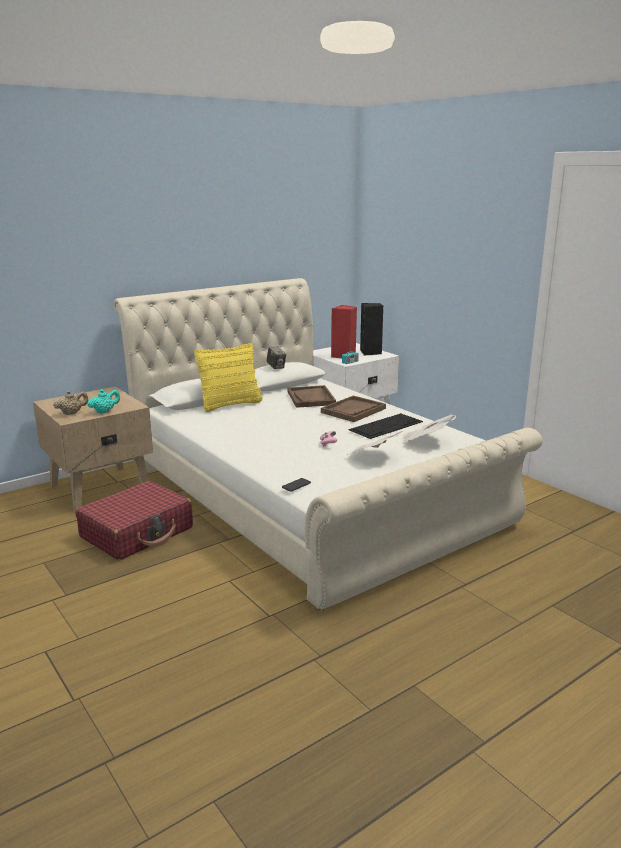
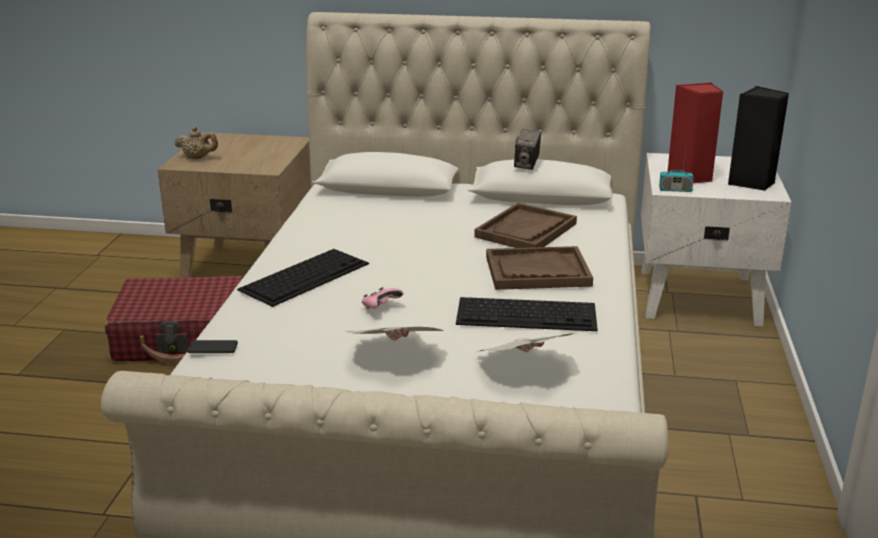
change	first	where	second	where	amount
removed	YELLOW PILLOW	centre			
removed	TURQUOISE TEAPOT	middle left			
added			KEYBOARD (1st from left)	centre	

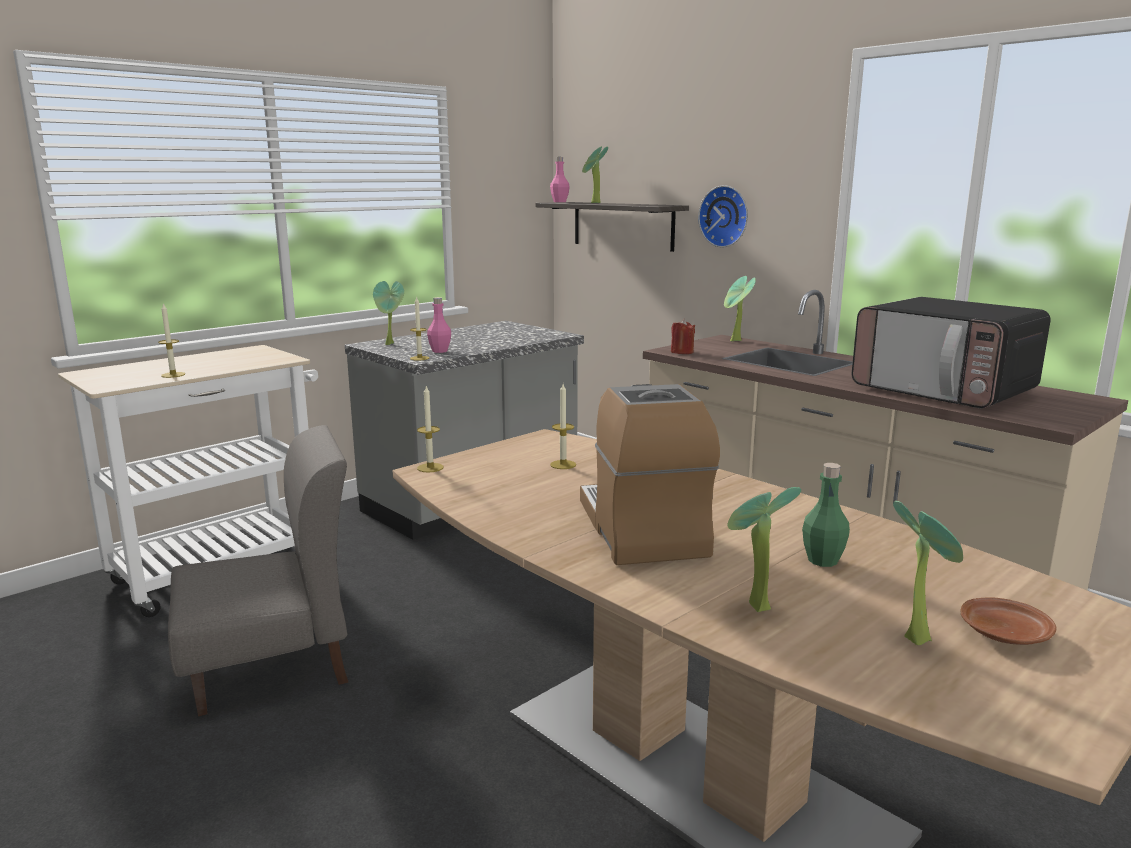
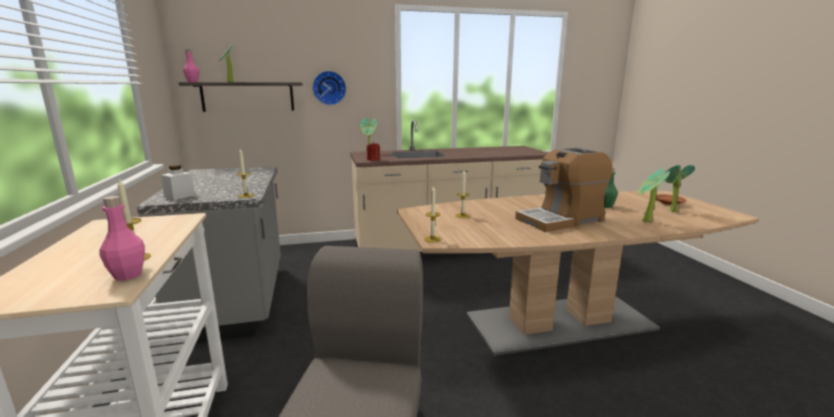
change	first	where	second	where	amount
replaced	POTTED PLANT (1st from left)	centre	WHITE JAR	middle left	
moved	PINK BOTTLE (1st from left)	centre		middle left	
removed	MICROWAVE	middle right			
turned	COFFEE MACHINE	centre		middle right	45 degrees counterclockwise

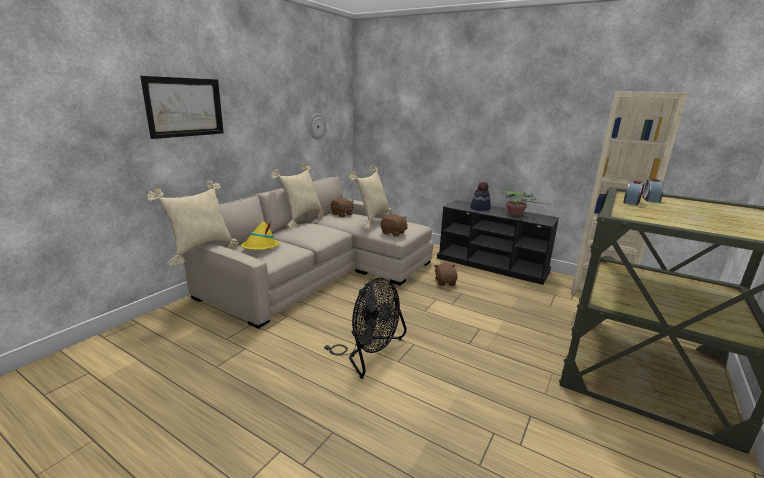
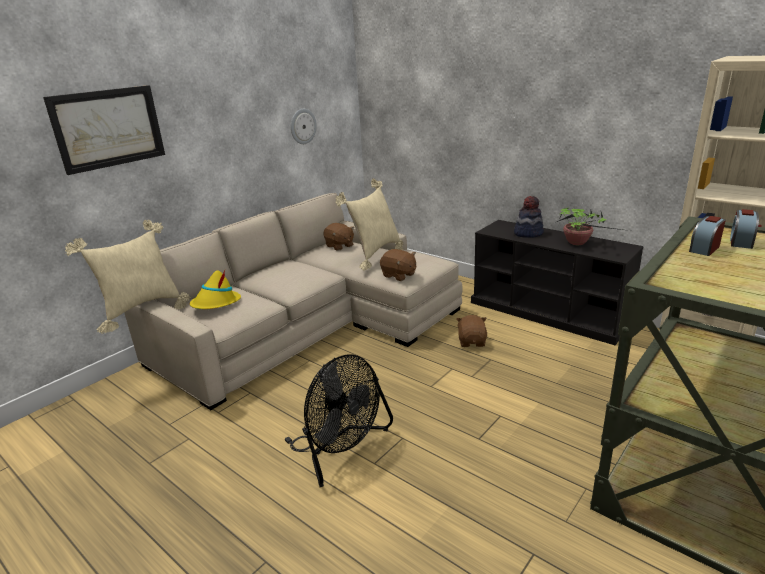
change	first	where	second	where	amount
removed	BEIGE PILLOW (2nd from left)	centre			

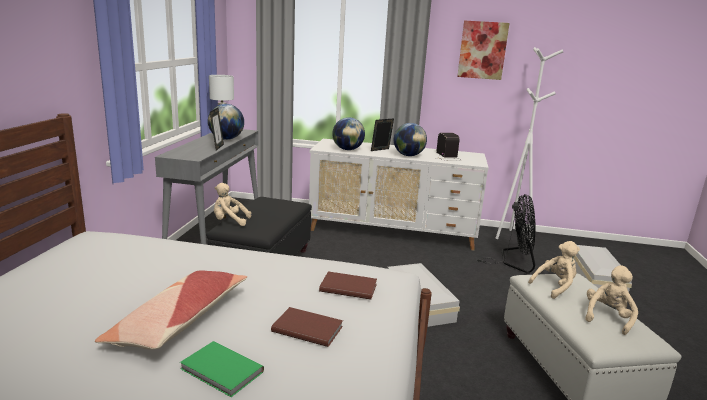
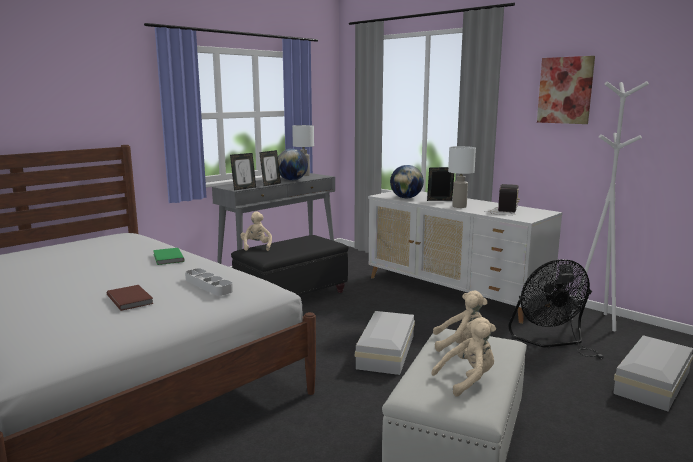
change	first	where	second	where	amount
replaced	GLOBE (3rd from left)	centre	WHITE TABLE LAMP (2nd from left)	middle right	
turned	BEIGE PLUSH TOY (1st from left)	middle left		centre	45 degrees clockwise
turned	BLACK FAN	middle right		bottom right	150 degrees counterclockwise
removed	PILLOW	bottom left			
replaced	BROWN BOOK (2nd from left)	bottom centre	GREY TRAY	middle left	
moved	GREEN BOOK	bottom left		middle left	
added			PICTURE FRAME (1st from left)	centre	

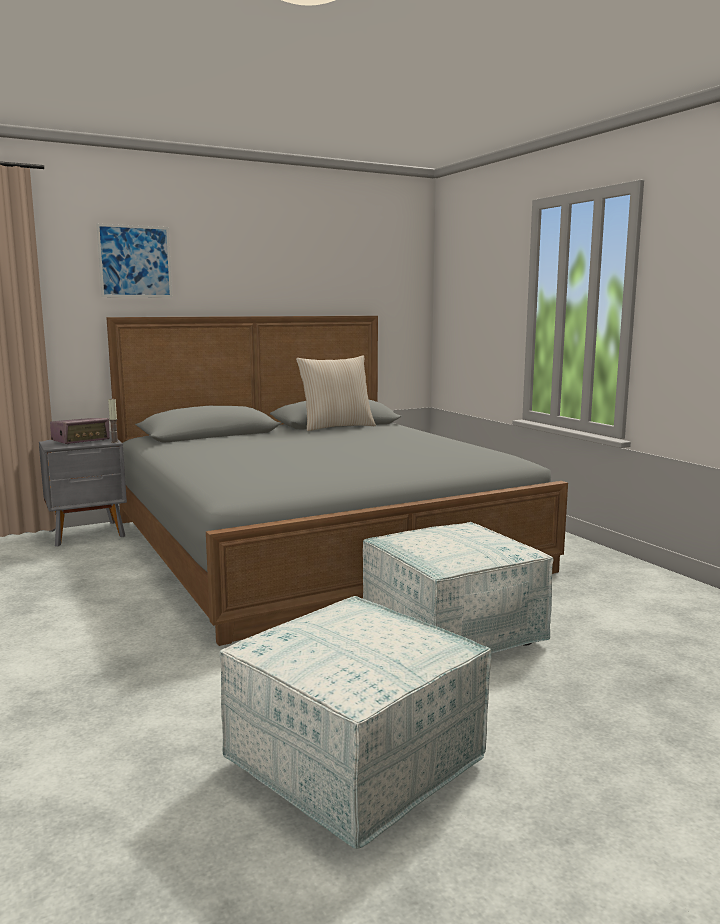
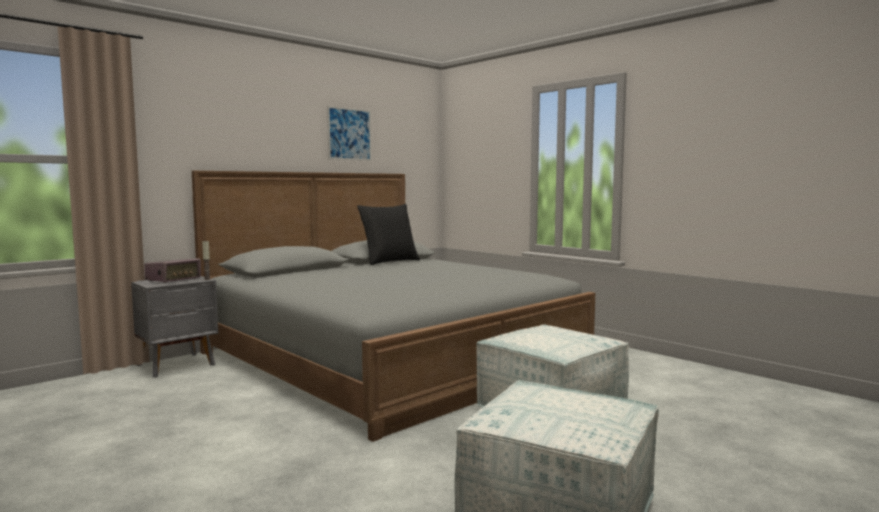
change	first	where	second	where	amount
moved	PICTURE	top left		top centre	
recoloured	BEIGE PILLOW	centre	BLACK PILLOW	centre	

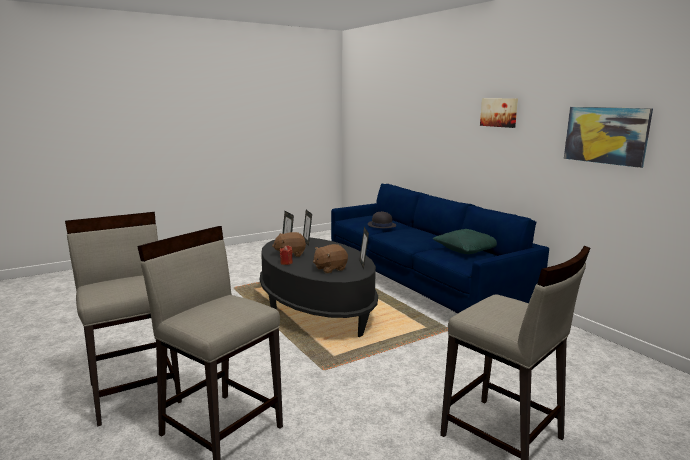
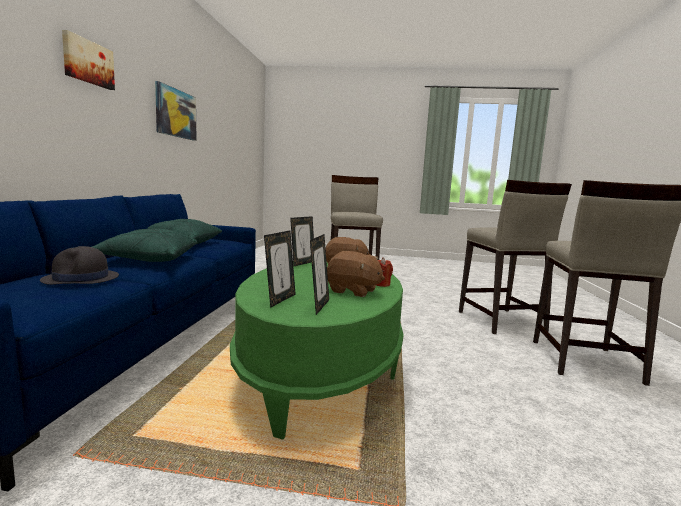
change	first	where	second	where	amount
recoloured	BLACK COFFEE TABLE	centre	GREEN COFFEE TABLE	bottom centre	
added			GREEN PILLOW (1st from left)	middle left	

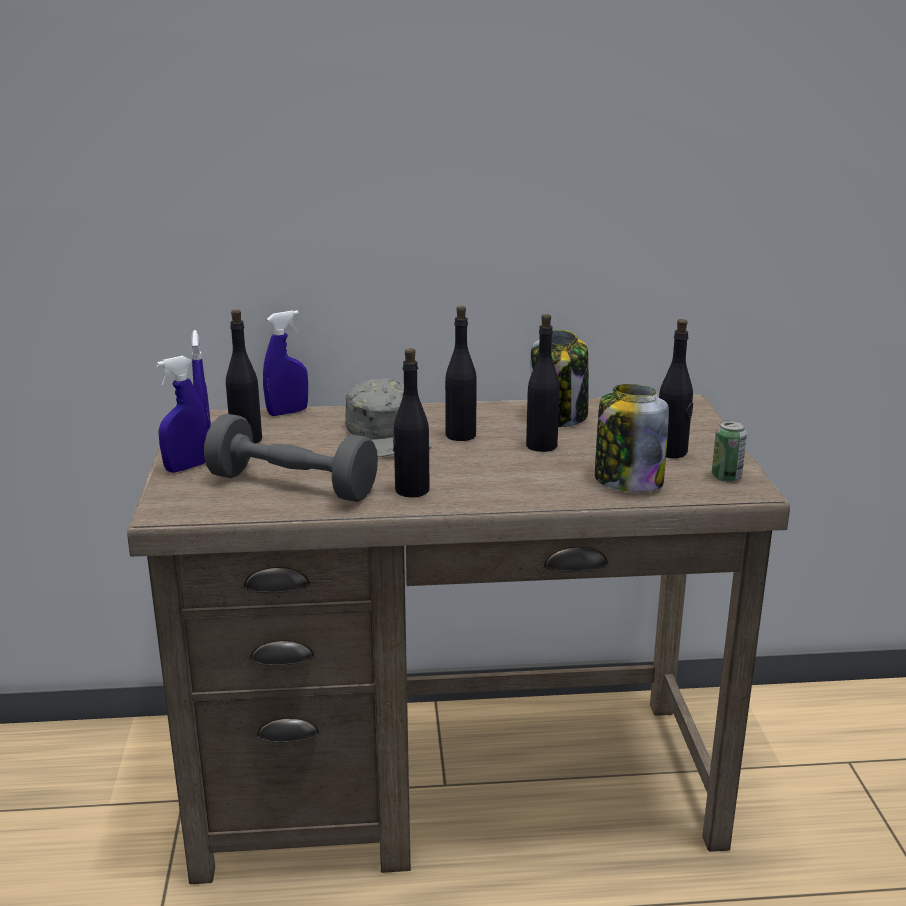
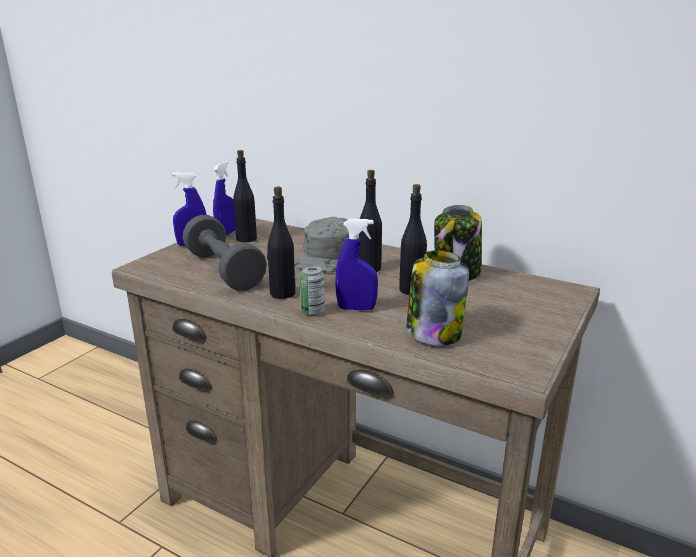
change	first	where	second	where	amount
moved	BLUE SPRAY BOTTLE (3rd from left)	middle left		centre	
removed	BLACK BOTTLE (5th from left)	middle right			
moved	CAN	middle right		centre	

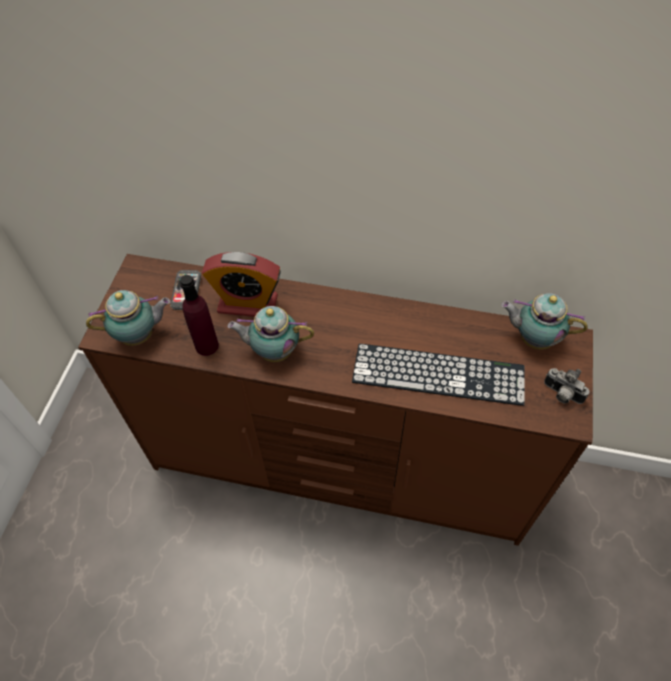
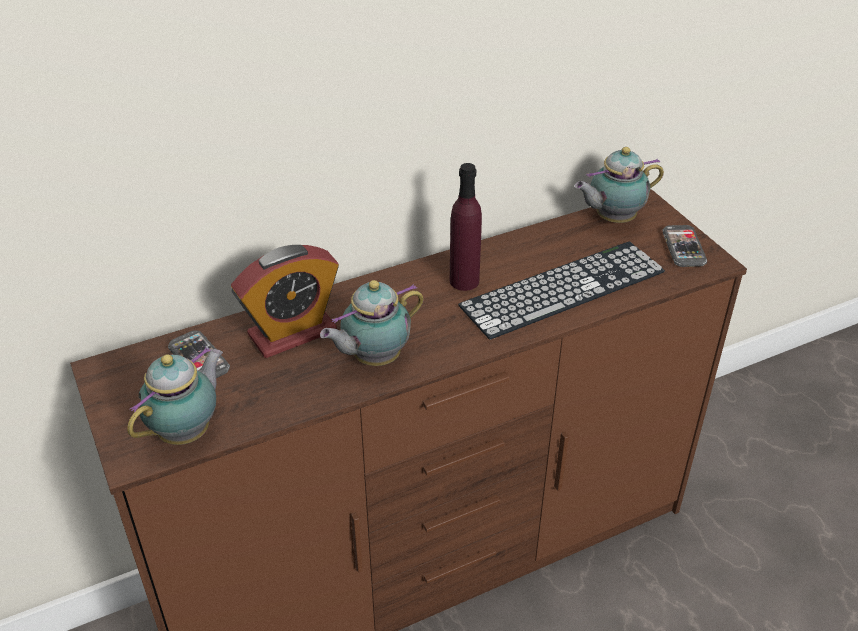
change	first	where	second	where	amount
moved	PURPLE BOTTLE	middle left		centre	
replaced	PHOTO CAMERA	middle right	PHONE (2nd from left)	middle right	

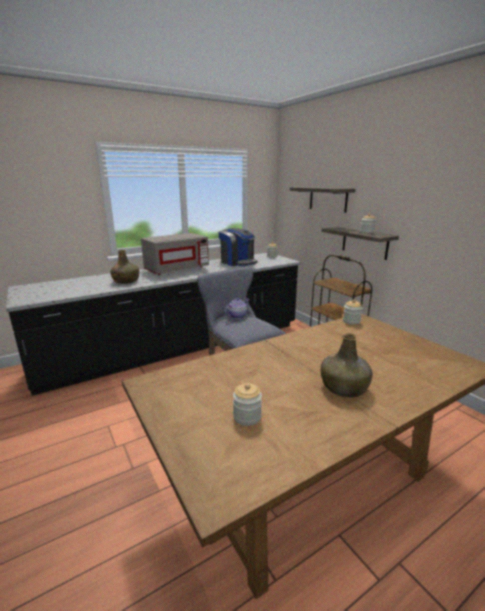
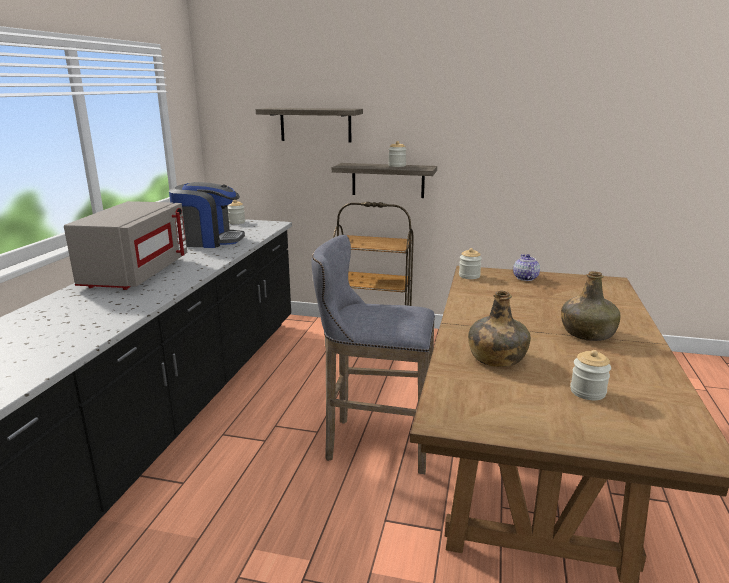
change	first	where	second	where	amount
moved	GREEN BOTTLE (1st from left)	middle left		middle right	
moved	TEAPOT	centre		middle right	

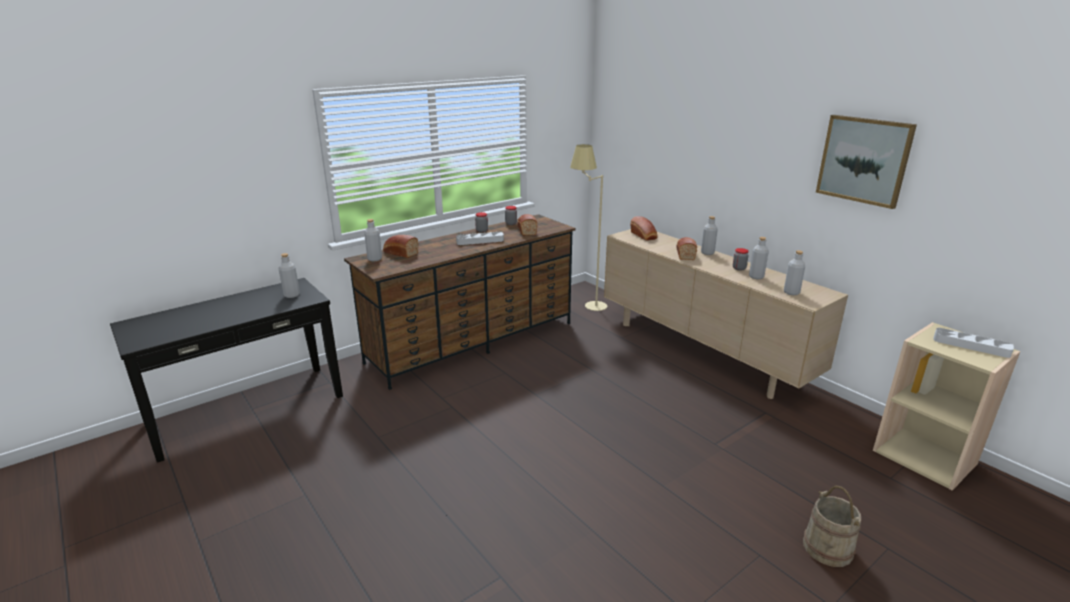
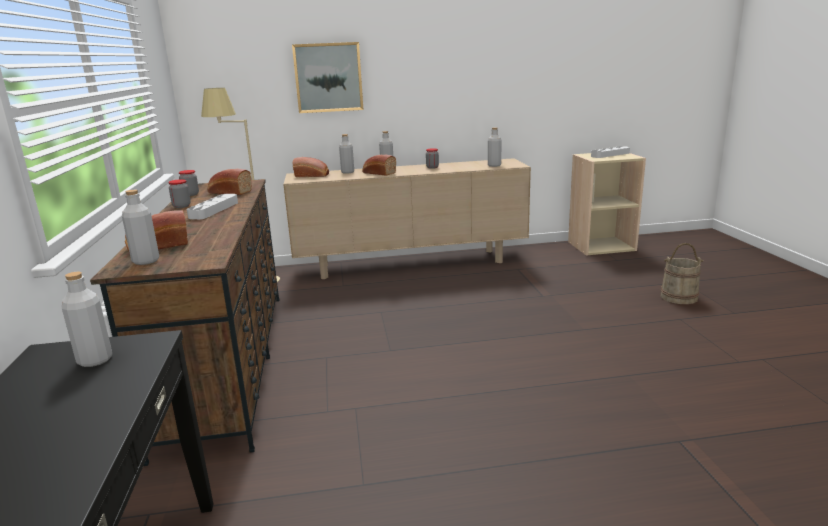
change	first	where	second	where	amount
moved	PICTURE	top right		top centre	
moved	GREY BOTTLE (4th from left in the first image)	middle right	GREY BOTTLE (3rd from left)	top centre	

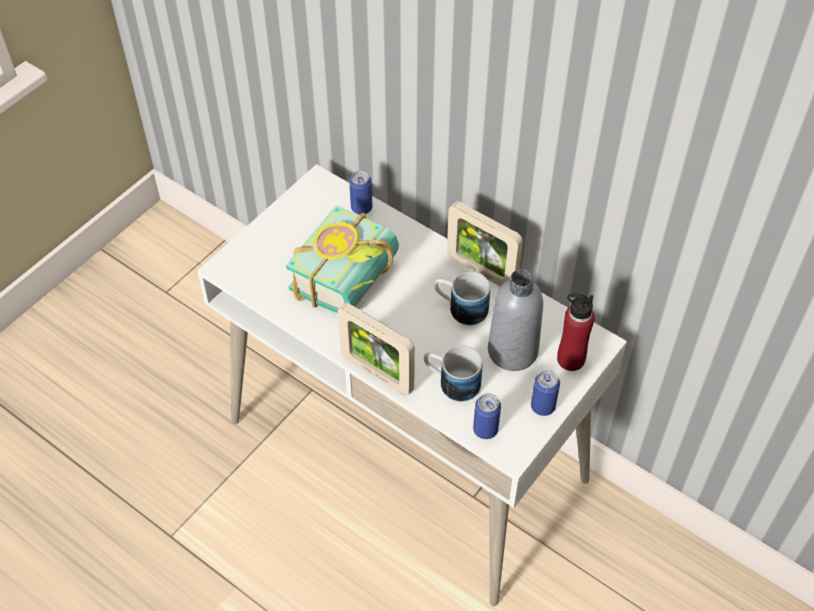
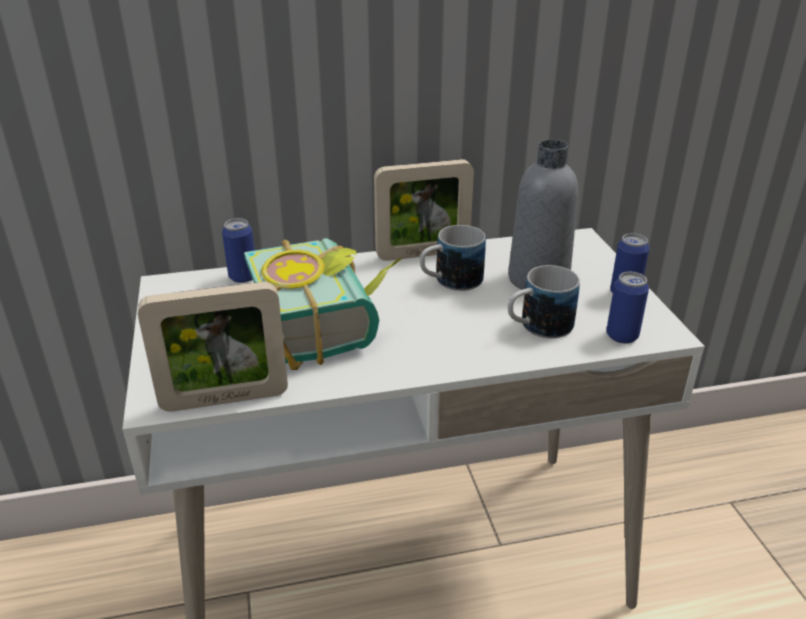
change	first	where	second	where	amount
removed	RED BOTTLE	middle right			
moved	PICTURE FRAME (1st from left)	centre		middle left	

